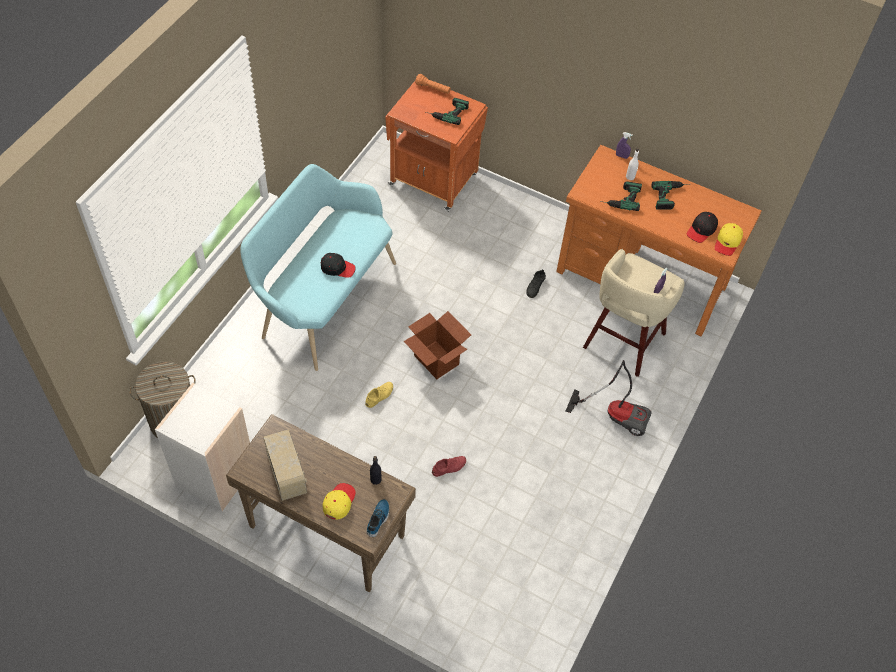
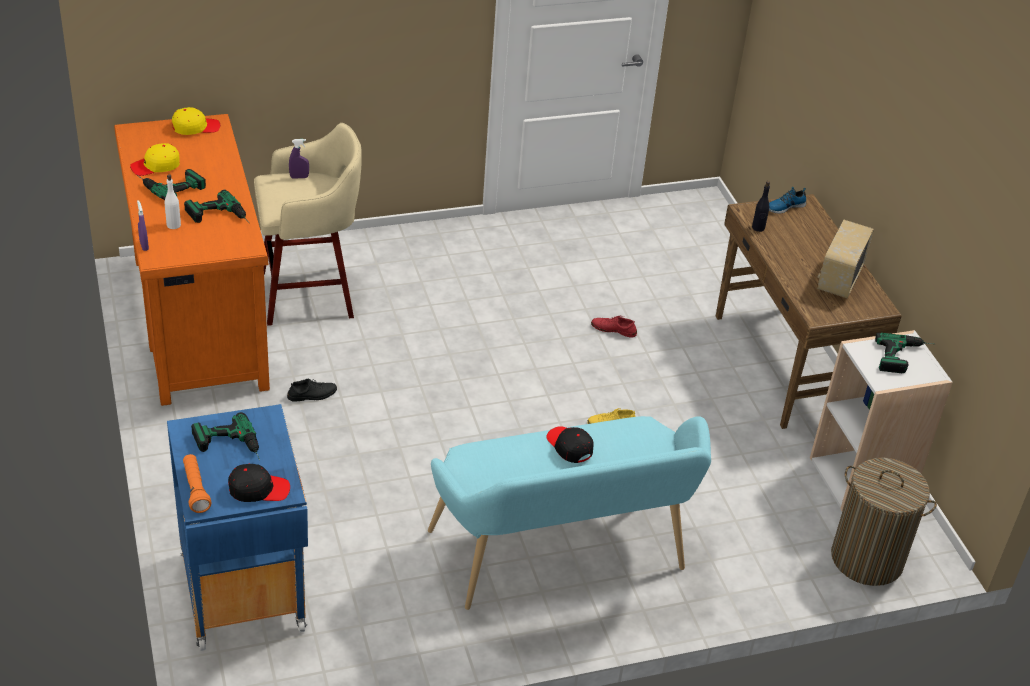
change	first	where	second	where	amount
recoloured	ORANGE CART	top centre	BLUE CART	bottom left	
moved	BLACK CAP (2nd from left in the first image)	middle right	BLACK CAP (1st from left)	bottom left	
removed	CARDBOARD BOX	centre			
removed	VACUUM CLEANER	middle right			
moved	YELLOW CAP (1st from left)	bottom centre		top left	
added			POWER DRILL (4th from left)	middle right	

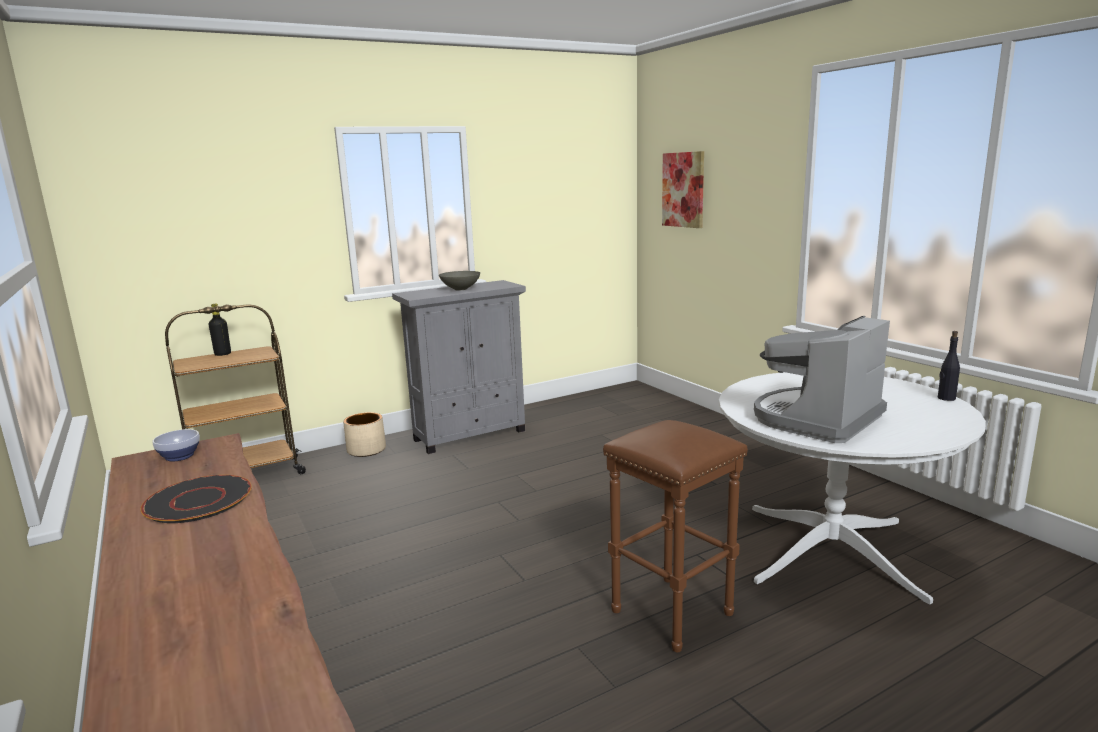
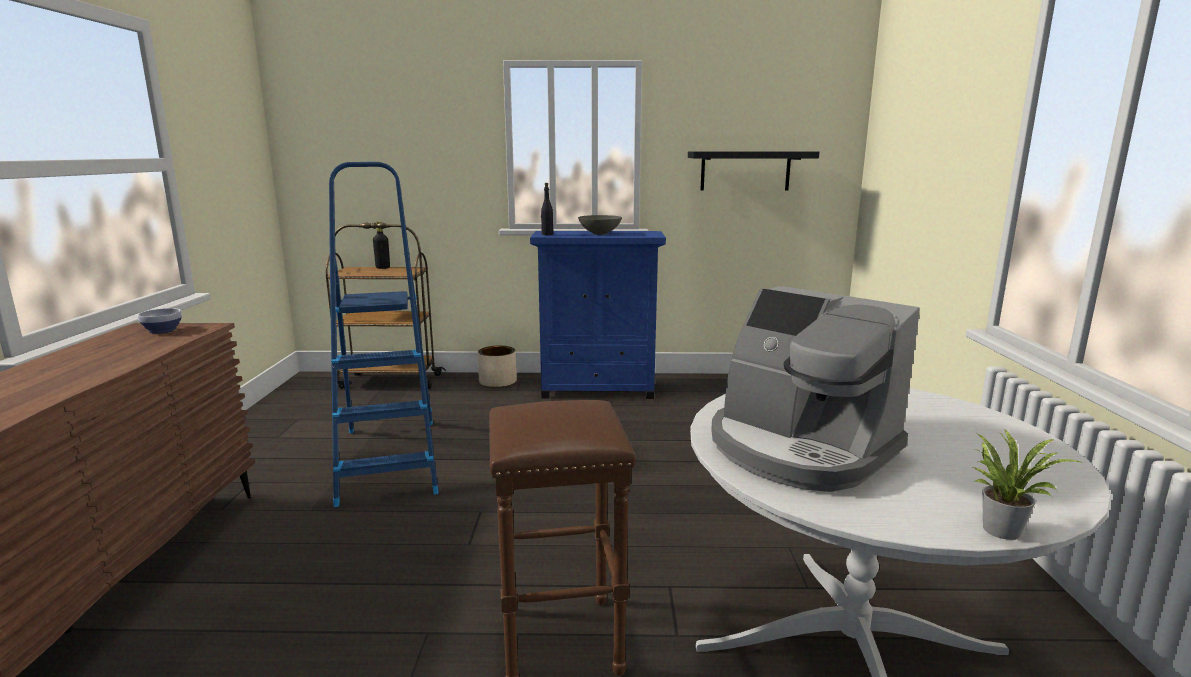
change	first	where	second	where	amount
removed	PICTURE	top centre			
recoloured	GREY CABINET	centre	BLUE CABINET	centre	
turned	COFFEE MACHINE	middle right		middle right	120 degrees counterclockwise
moved	BLACK BOTTLE (2nd from left)	middle right		top centre	
removed	BLACK PLATE	bottom left			
added			BLACK SHELF	top centre	
added			BLUE STEP LADDER	middle left	
added			POTTED PLANT	bottom right	

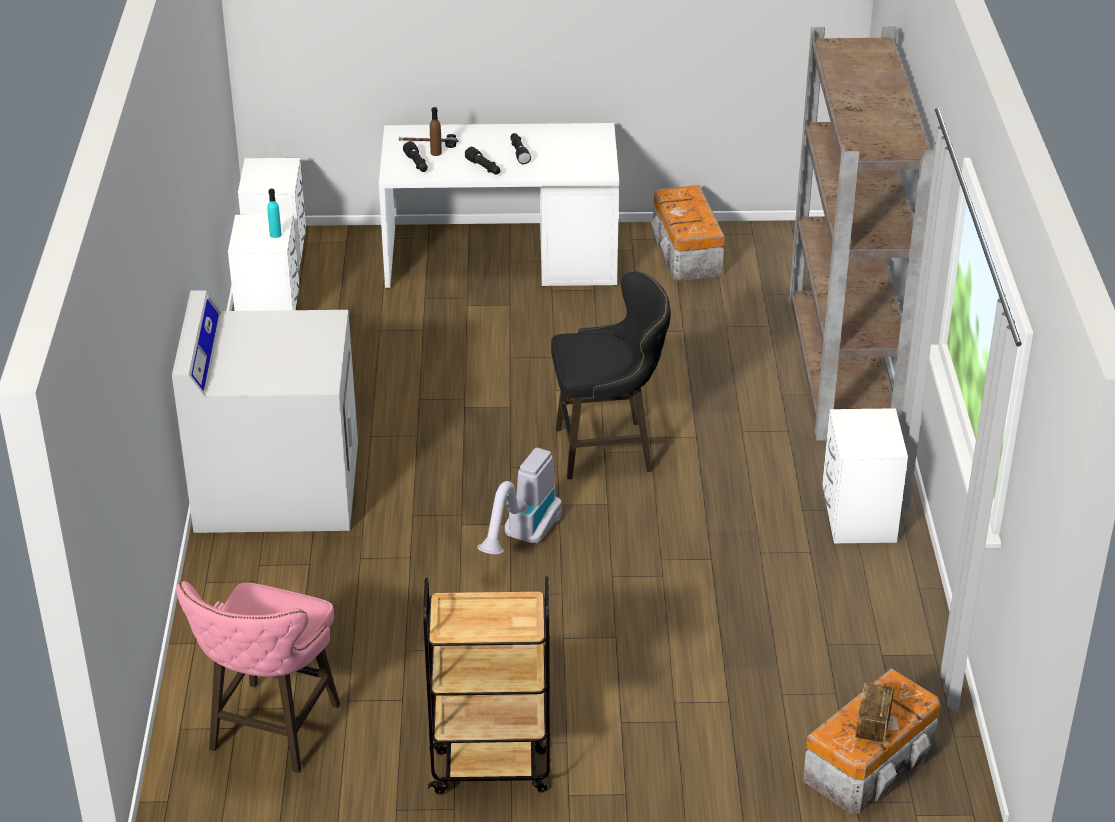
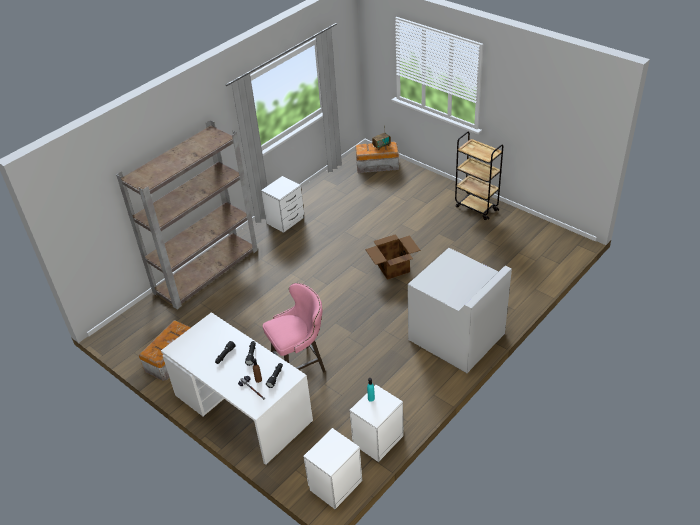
change	first	where	second	where	amount
removed	BLACK STOOL	centre			
replaced	VACUUM CLEANER	centre	CARDBOARD BOX	centre	
moved	PINK STOOL	bottom left		centre	

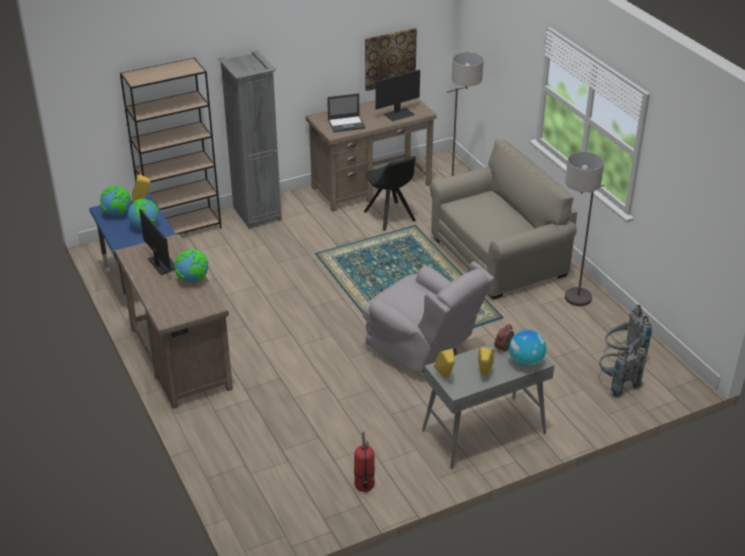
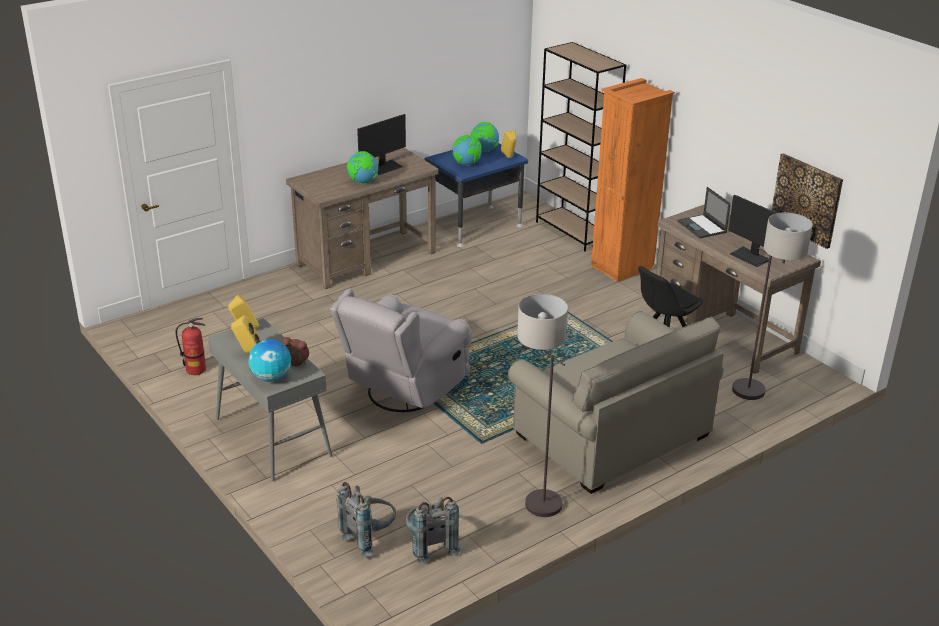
change	first	where	second	where	amount
recoloured	GREY CABINET	top centre	ORANGE CABINET	top right	

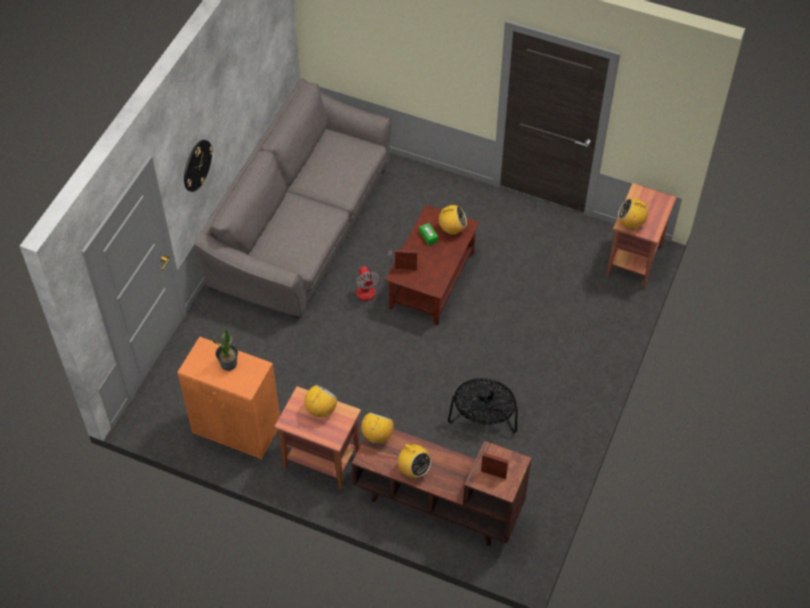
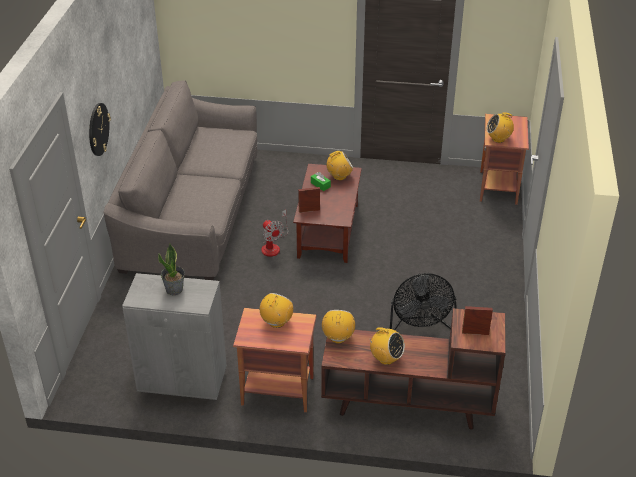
change	first	where	second	where	amount
recoloured	ORANGE CABINET	middle left	GREY CABINET	bottom left	

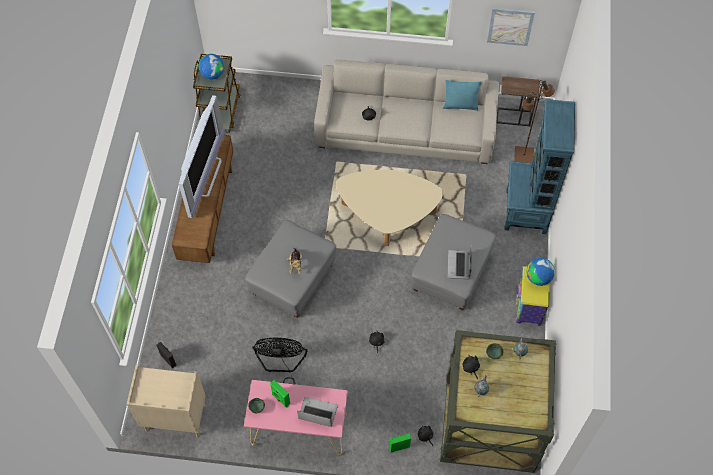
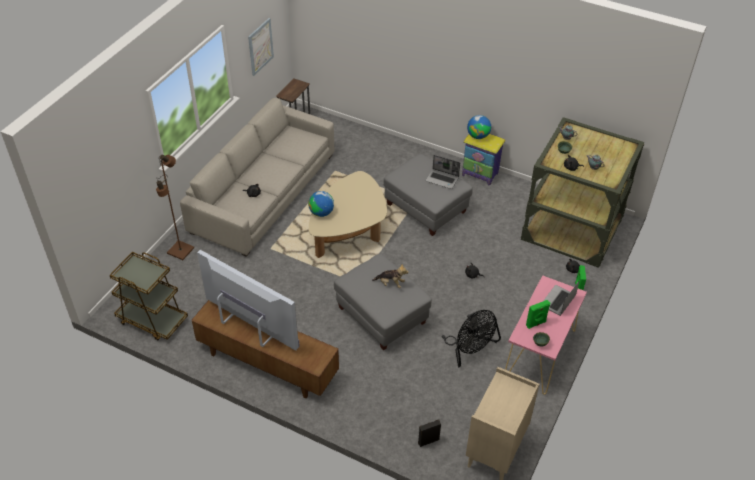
change	first	where	second	where	amount
moved	GLOBE (1st from left)	top left		centre	
removed	TURQUOISE PILLOW	top centre			
moved	BROWN FLOOR LAMP	top right		middle left	
removed	BLUE CABINET	middle right			
turned	BLACK FAN	bottom centre		bottom centre	150 degrees counterclockwise

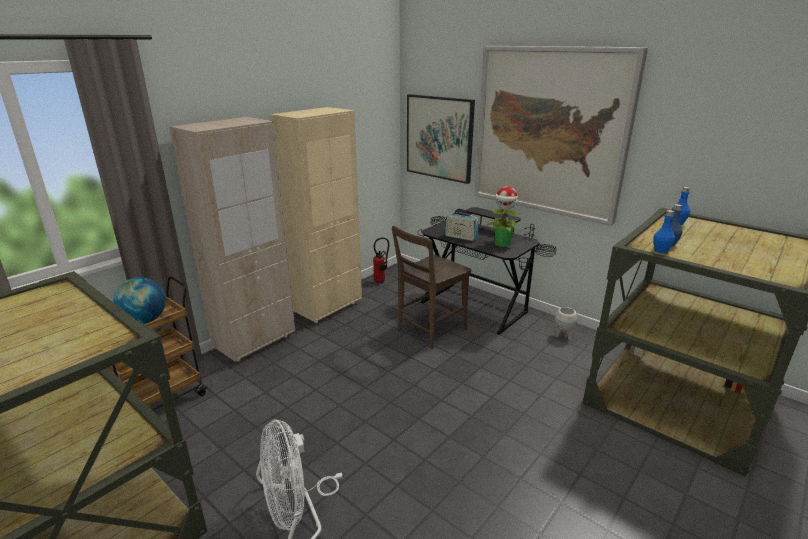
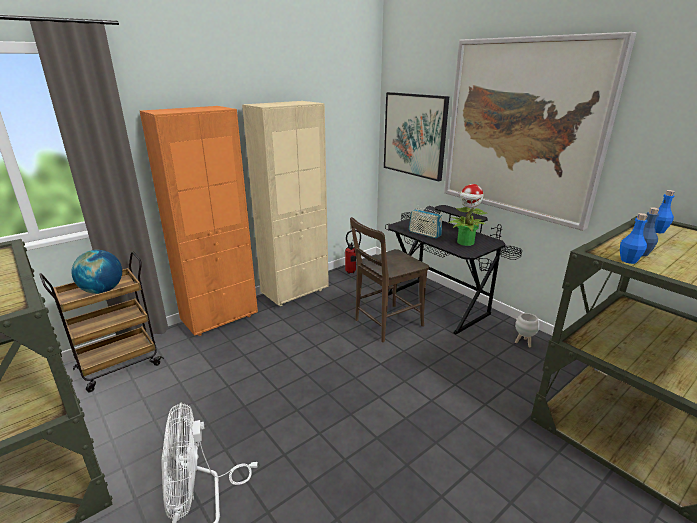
change	first	where	second	where	amount
recoloured	BEIGE CABINET (1st from left)	middle left	ORANGE CABINET	middle left	

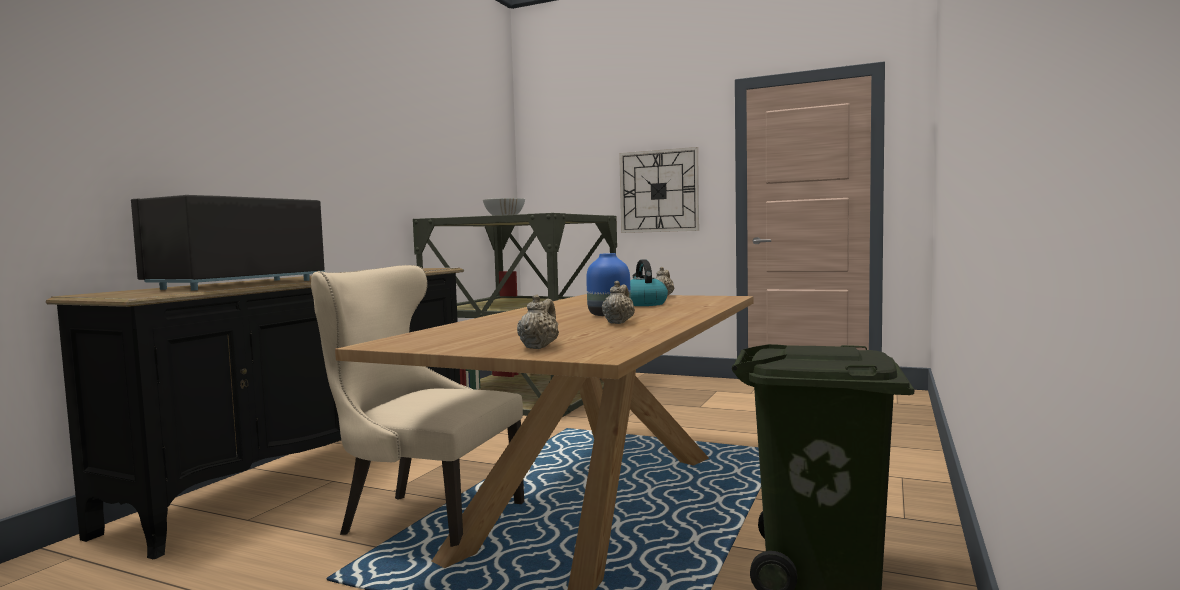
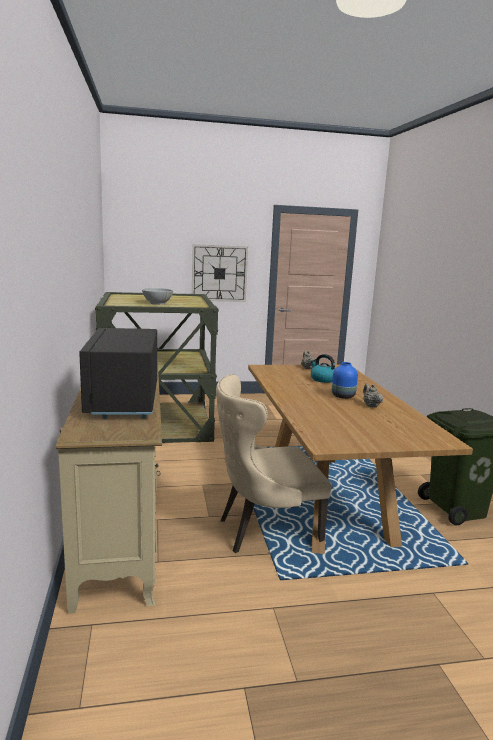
change	first	where	second	where	amount
recoloured	BLACK CABINET	bottom left	BEIGE CABINET	middle left	
removed	BEIGE TEAPOT (1st from left)	centre			

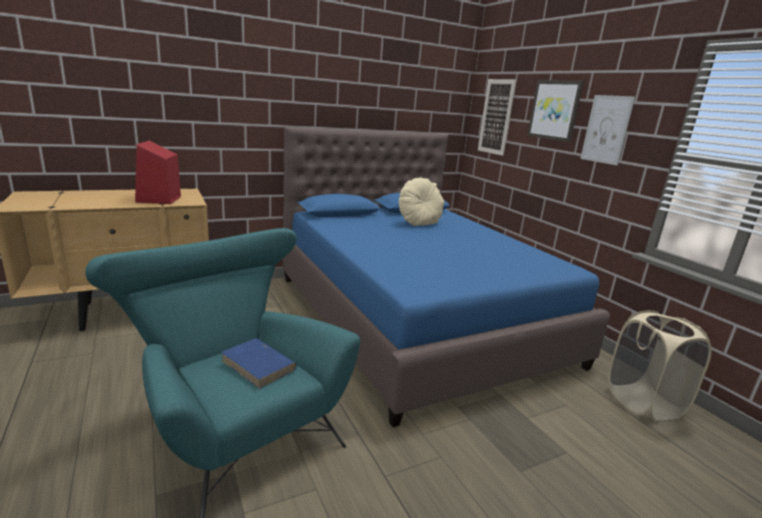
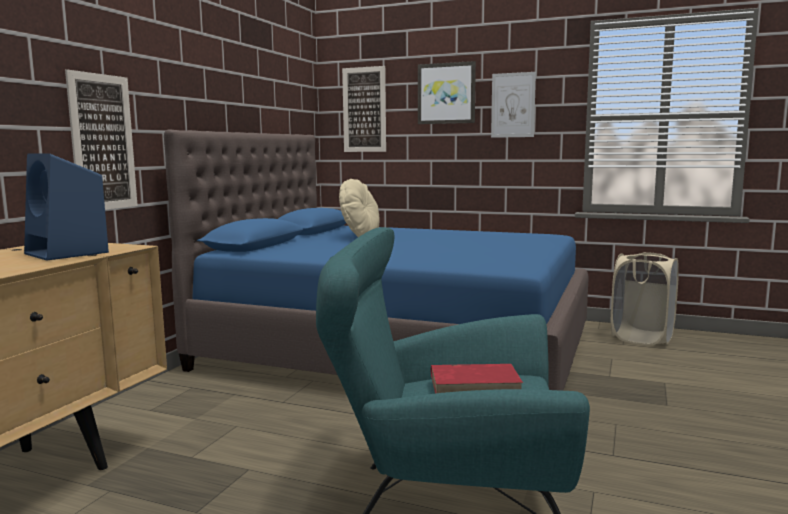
change	first	where	second	where	amount
recoloured	RED SPEAKER	top left	BLUE SPEAKER	middle left	
recoloured	BLUE BOOK	bottom centre	RED BOOK	bottom centre	
added			PICTURE (1st from left)	top left	

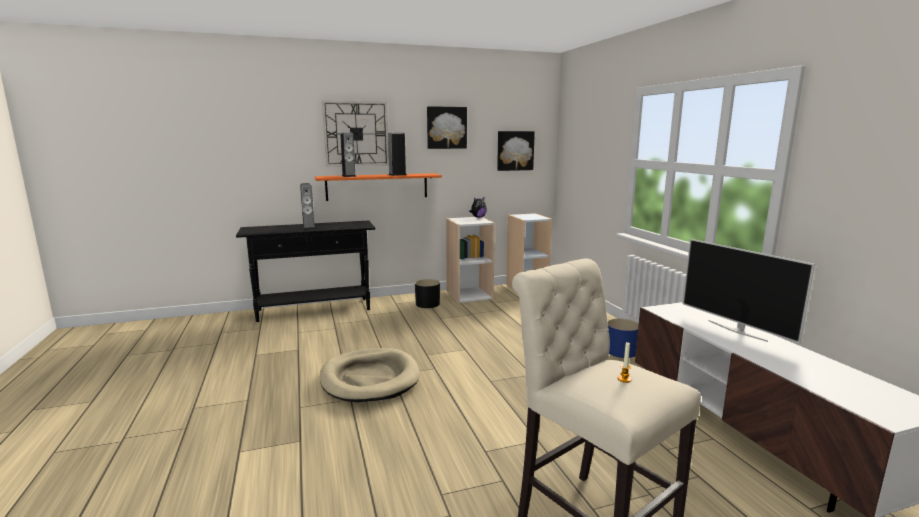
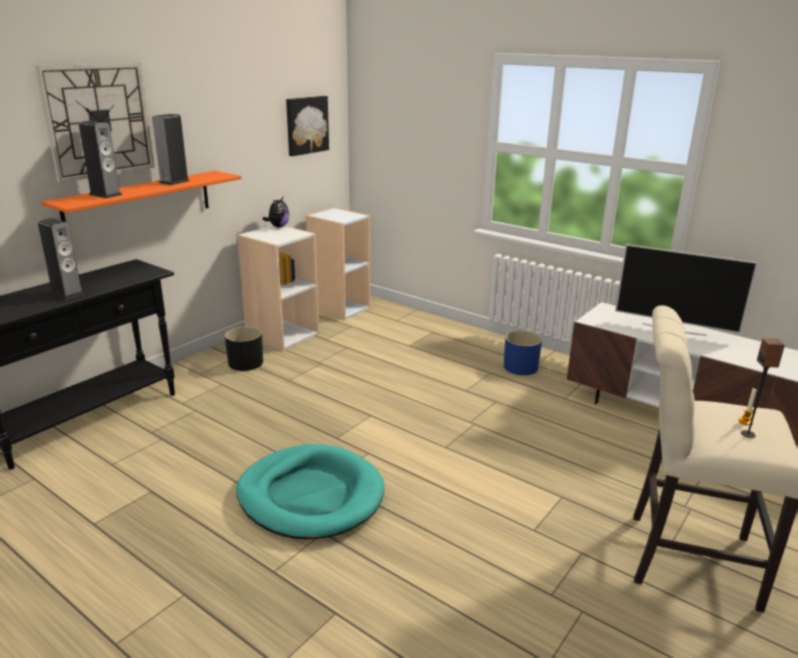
change	first	where	second	where	amount
removed	PICTURE (1st from left)	top centre			
recoloured	BEIGE DOG BED	bottom centre	TURQUOISE DOG BED	bottom centre	
added			SPEAKER (4th from left)	middle right	

